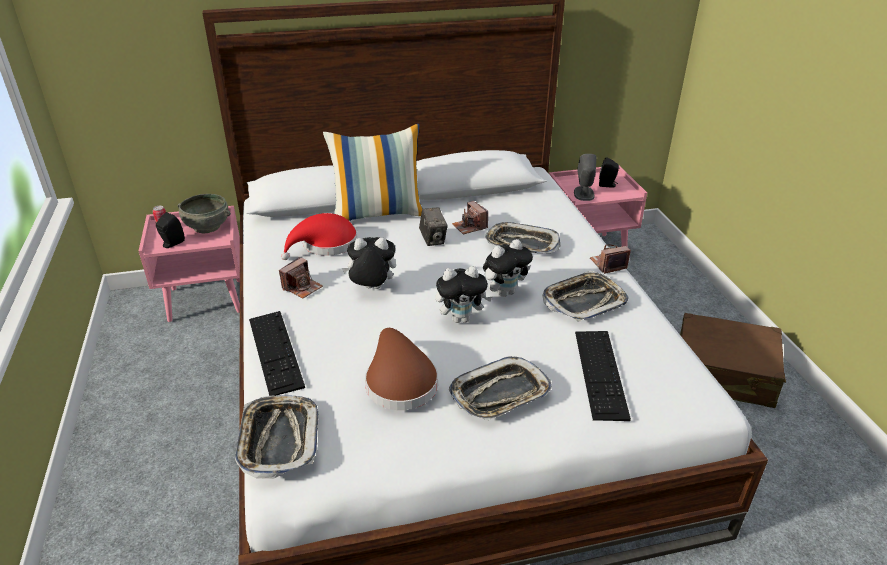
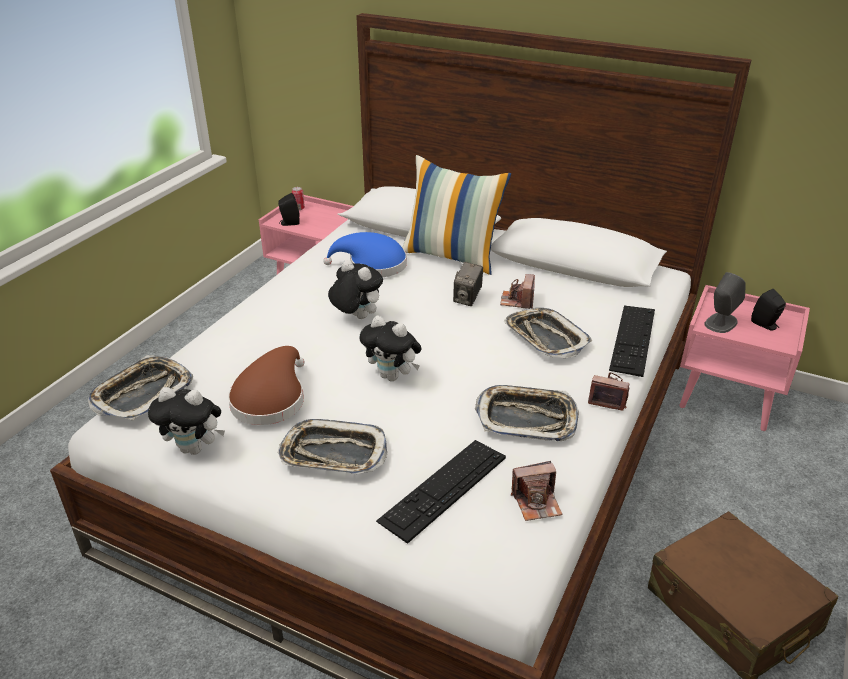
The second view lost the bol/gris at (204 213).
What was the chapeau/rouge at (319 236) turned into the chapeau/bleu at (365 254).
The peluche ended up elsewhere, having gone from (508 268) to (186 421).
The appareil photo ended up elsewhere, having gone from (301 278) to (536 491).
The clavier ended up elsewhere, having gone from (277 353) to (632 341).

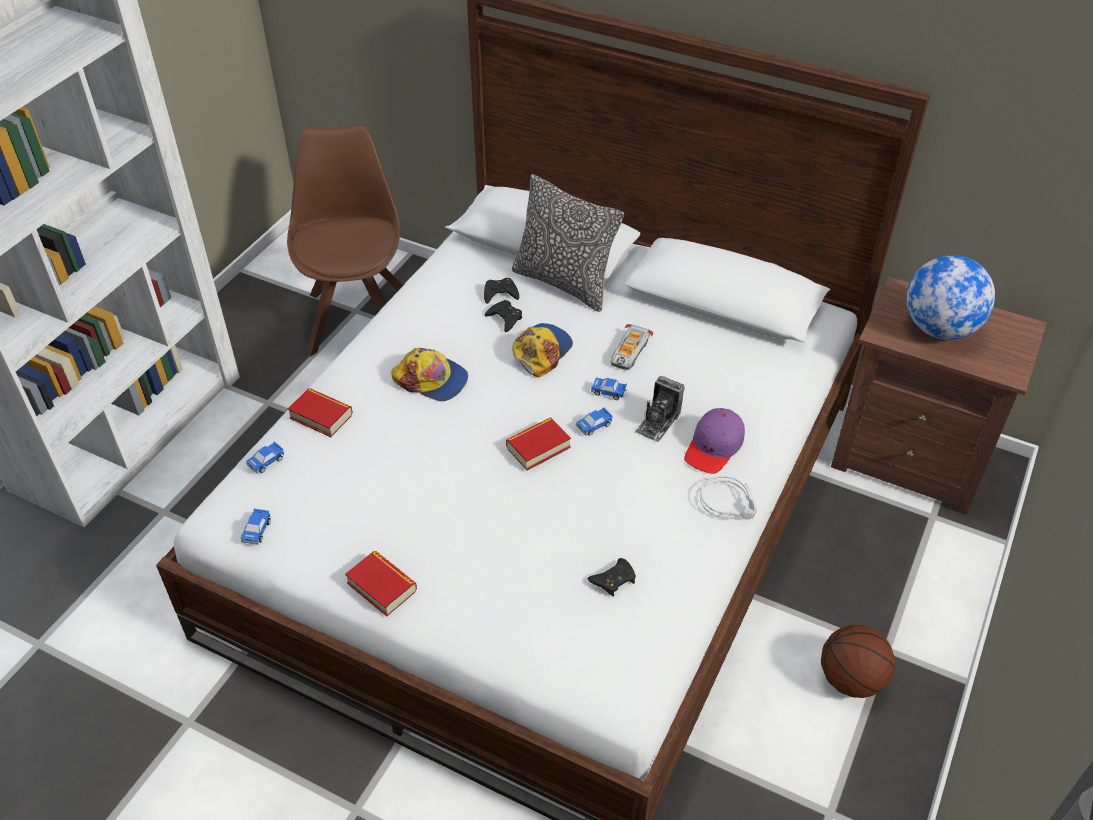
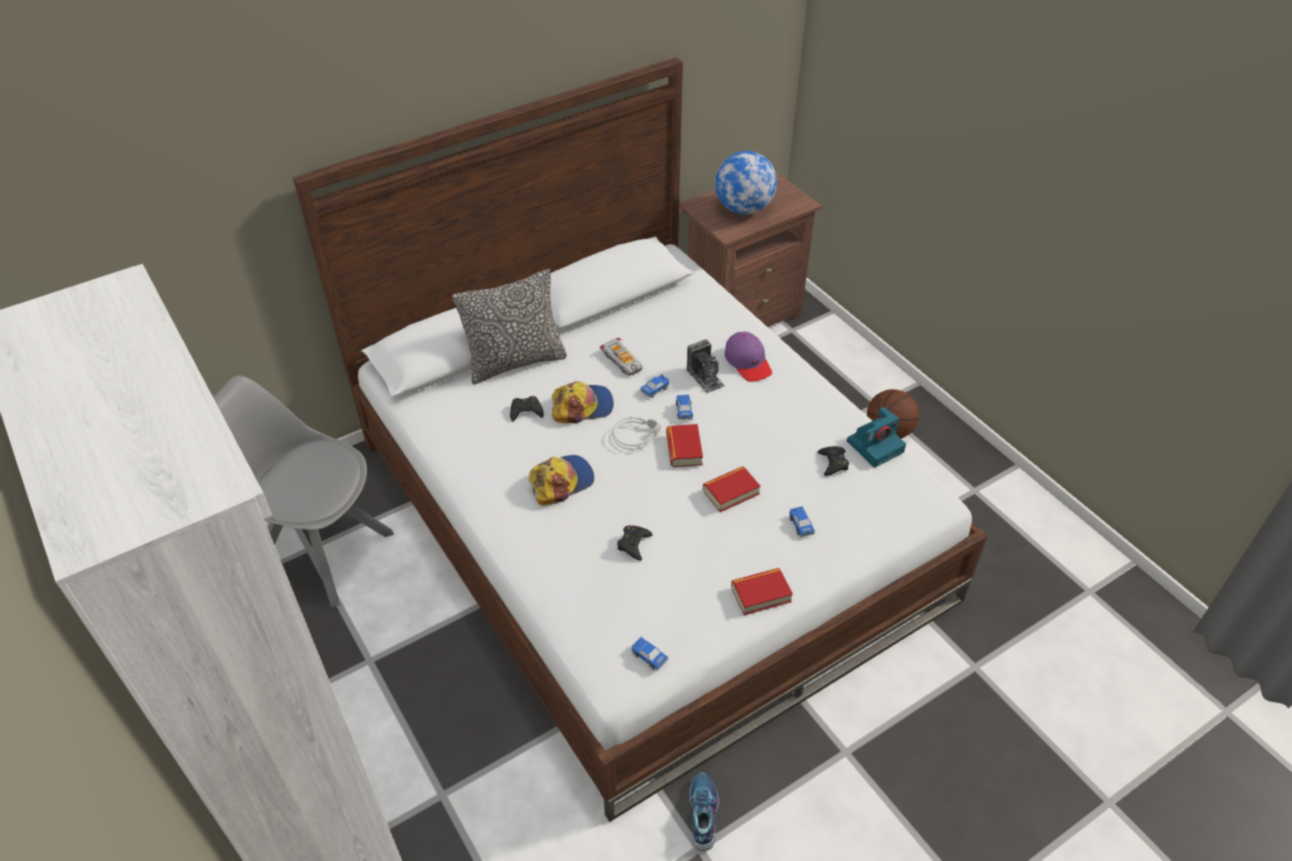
What was the chaise/marron at (345 241) turned into the chaise/gris at (303 491).
The manette/noir ended up elsewhere, having gone from (501 291) to (635 543).
The casquette at (542 350) ended up facing another way, 105 degrees clockwise from before.
The livre ended up elsewhere, having gone from (320 412) to (732 489).
The petite voiture ended up elsewhere, having gone from (265 457) to (802 521).
The casque audio/gris ended up elsewhere, having gone from (728 498) to (637 433).
The second view gained the appareil photo at (876 437).
The second view gained the chaussure at (703 812).

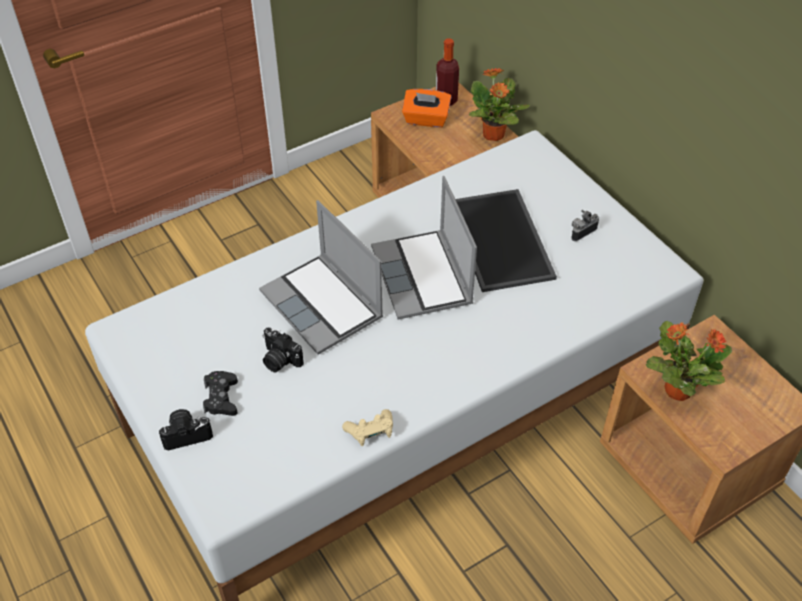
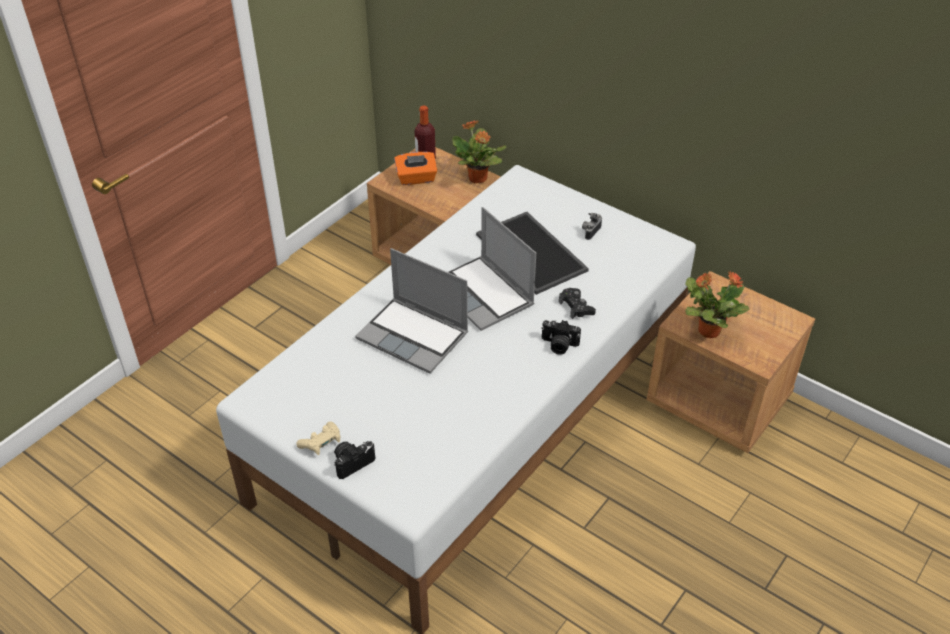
The appareil photo ended up elsewhere, having gone from (283 350) to (561 337).
The manette/noir ended up elsewhere, having gone from (220 393) to (577 303).
The manette/beige ended up elsewhere, having gone from (367 427) to (318 438).

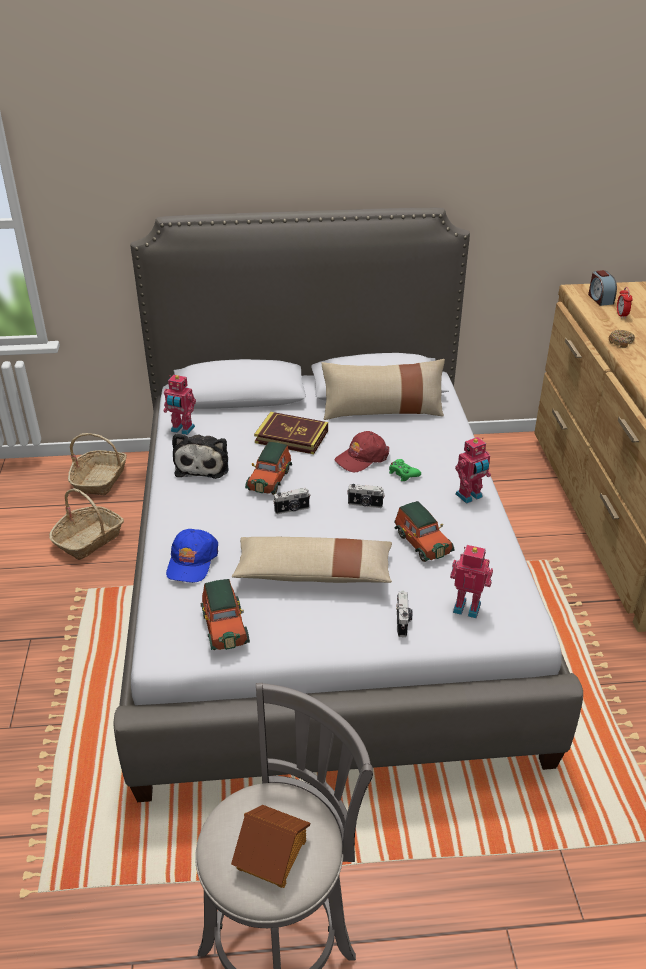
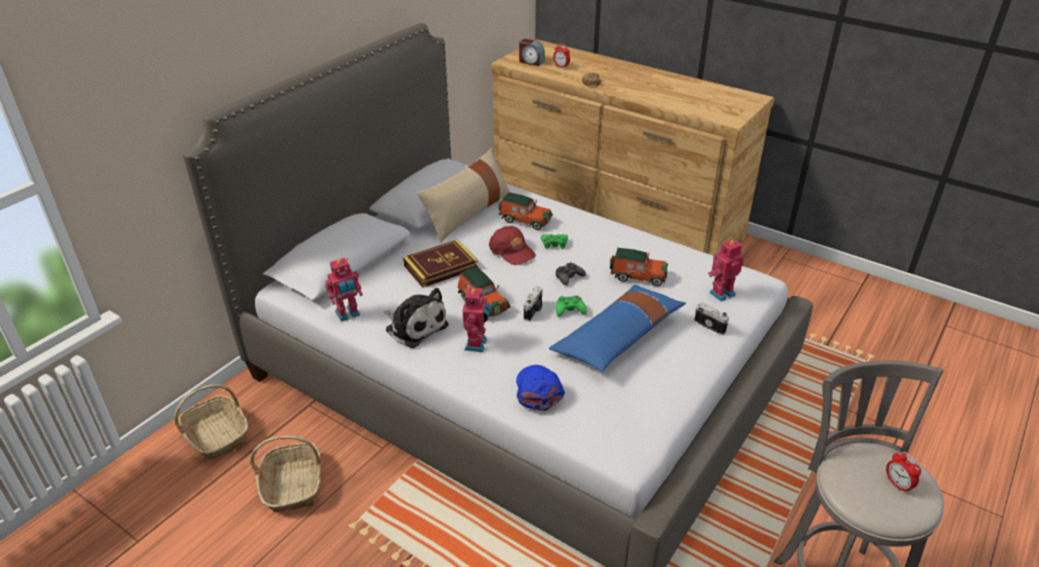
The casquette/rouge at (362 451) ended up facing another way, 45 degrees counterclockwise from before.
The robot jouet ended up elsewhere, having gone from (473 470) to (477 318).
Where the appareil photo stood at (366 496), the manette/noir came to stand at (571 274).
The casquette/bleu at (192 556) ended up facing another way, 150 degrees counterclockwise from before.
What was the coussin/beige at (312 560) turned into the coussin/bleu at (617 328).
The petite voiture ended up elsewhere, having gone from (225 614) to (526 211).
Where the maison miniature stood at (270 846), the réveil came to stand at (903 472).
The second view gained the manette/vert at (571 306).

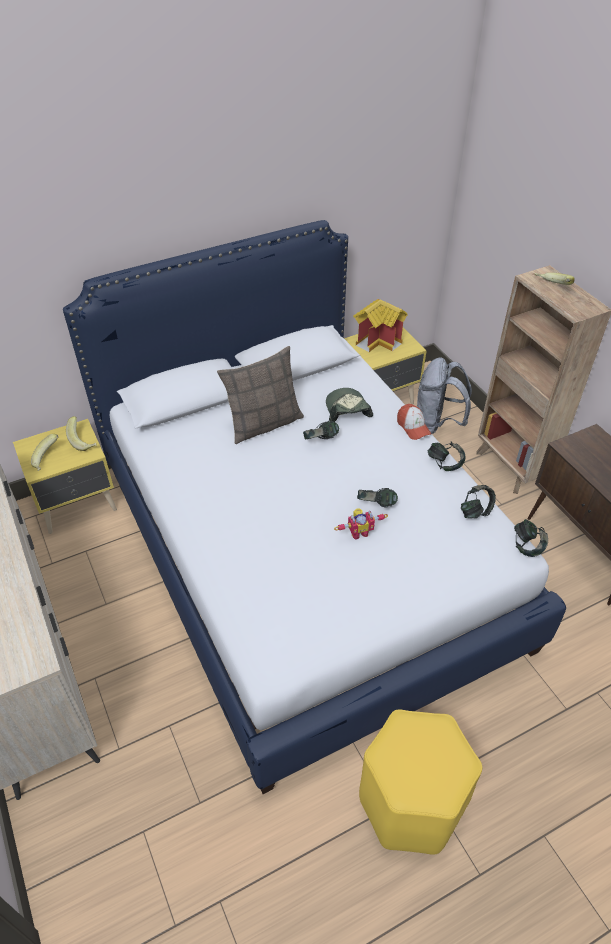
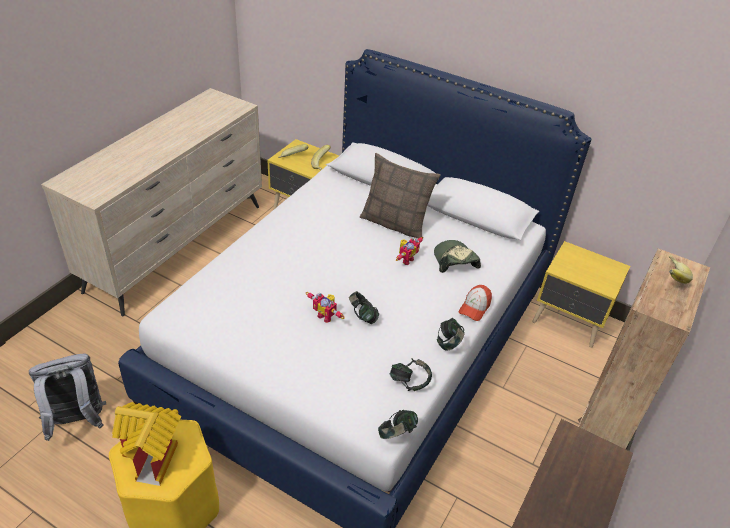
The maison miniature ended up elsewhere, having gone from (380 325) to (146 444).
The sac à dos/gris ended up elsewhere, having gone from (444 396) to (67 397).
The casquette at (349 405) ended up facing another way, 60 degrees counterclockwise from before.
Where the casque audio stood at (321 430), the robot jouet came to stand at (409 251).

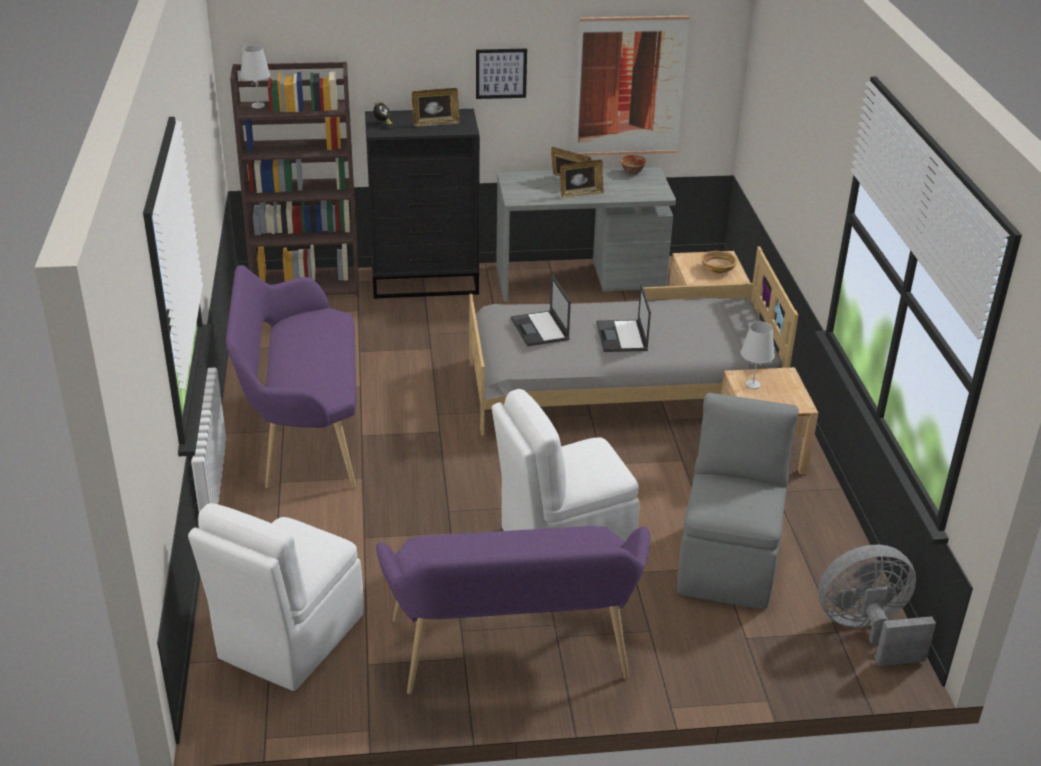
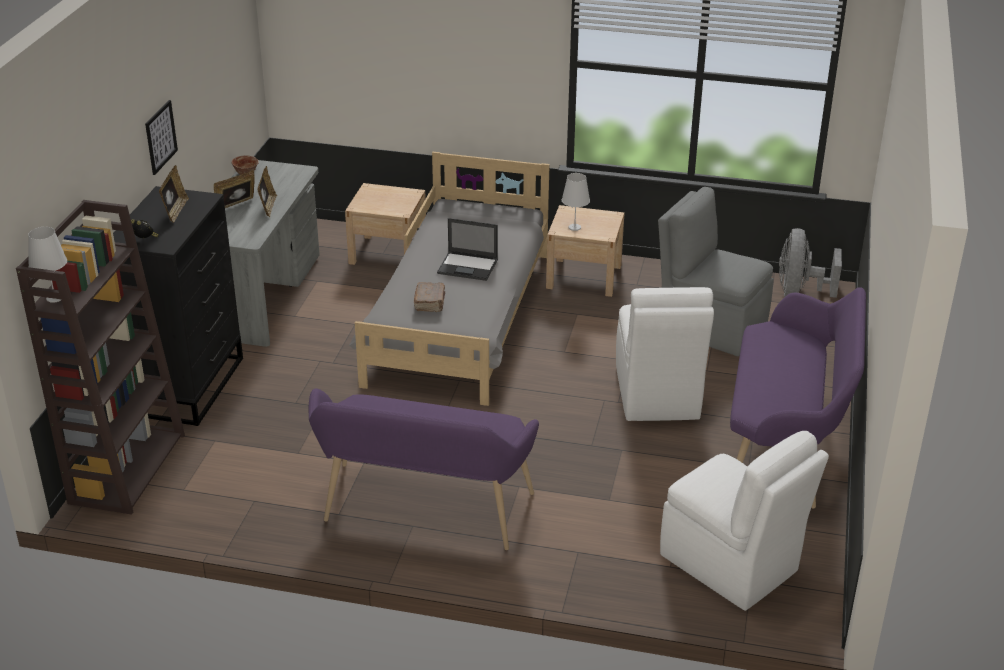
The second view lost the tableau at (632 86).
The second view lost the bol/beige at (719 262).
Where the ordinateur portable stood at (541 310), the livre/marron came to stand at (429 297).

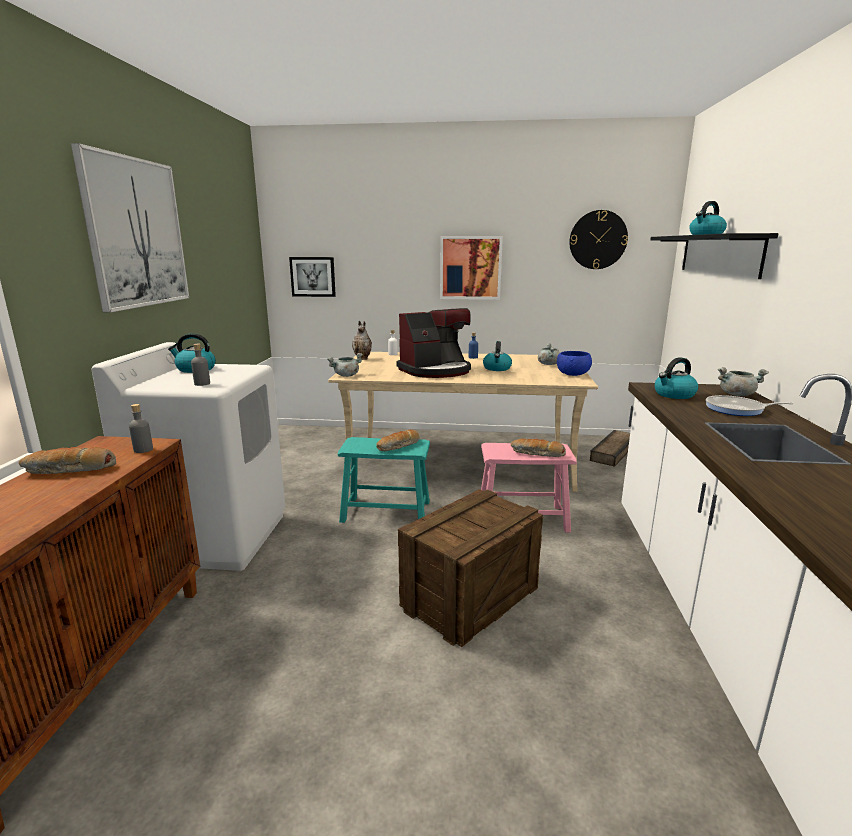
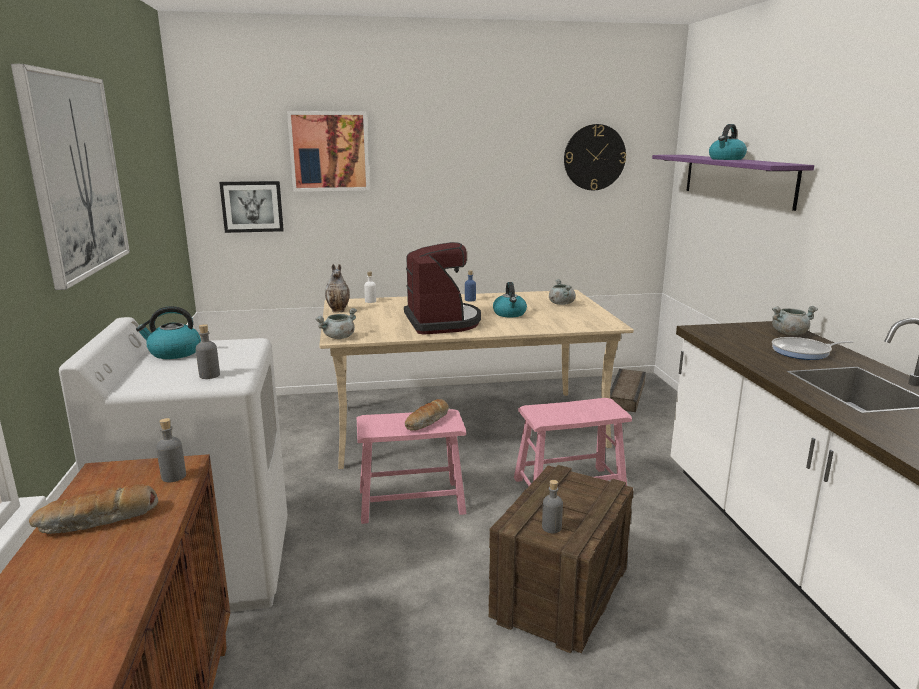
What was the étagère/noir at (714 256) turned into the étagère/violet at (733 183).
The tableau ended up elsewhere, having gone from (471 268) to (328 151).
The machine à café at (434 343) ended up facing another way, 60 degrees counterclockwise from before.
The second view lost the bol/bleu at (574 363).
The second view lost the bouilloire at (676 378).
What was the tabouret/turquoise at (384 480) turned into the tabouret/rose at (412 466).
The second view lost the pain at (538 447).
The second view gained the bouteille/gris at (552 506).

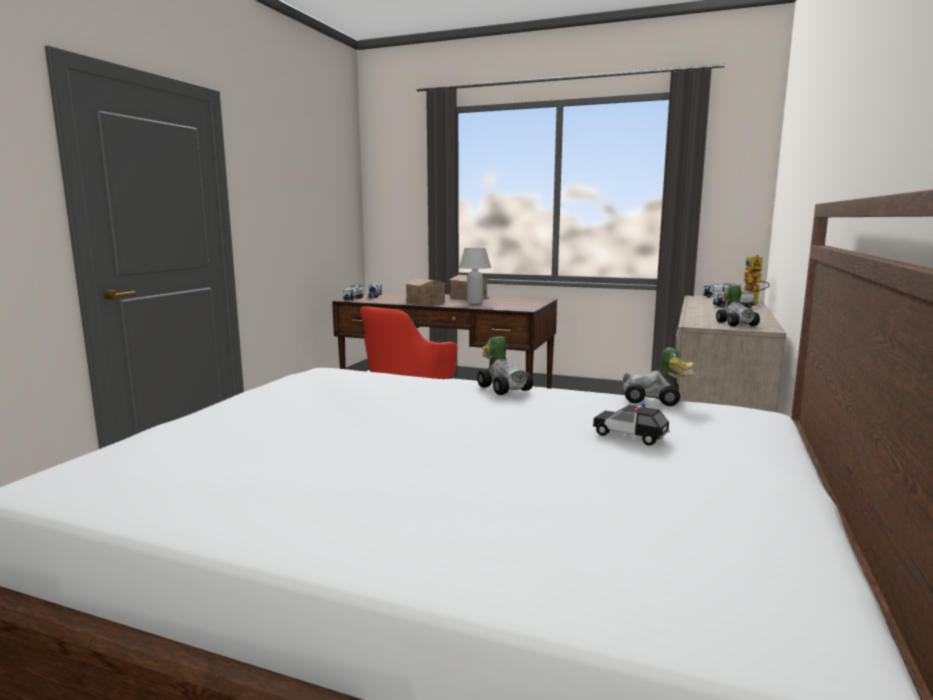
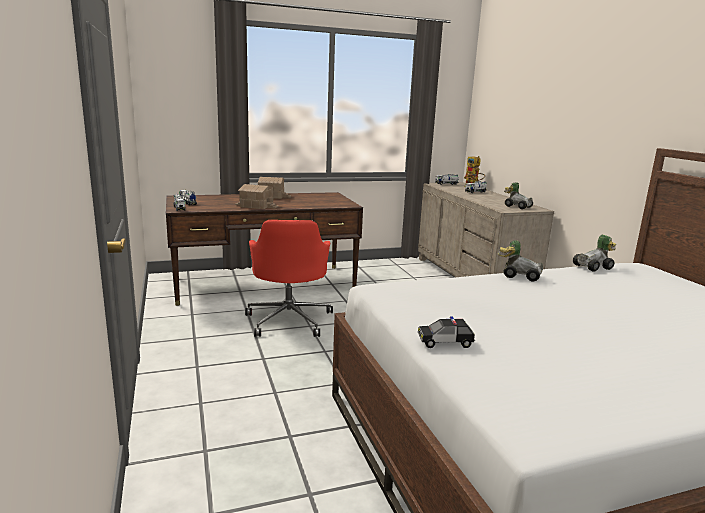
The second view lost the lampe de table/blanc at (475 276).
The petite voiture ended up elsewhere, having gone from (631 424) to (446 332).

